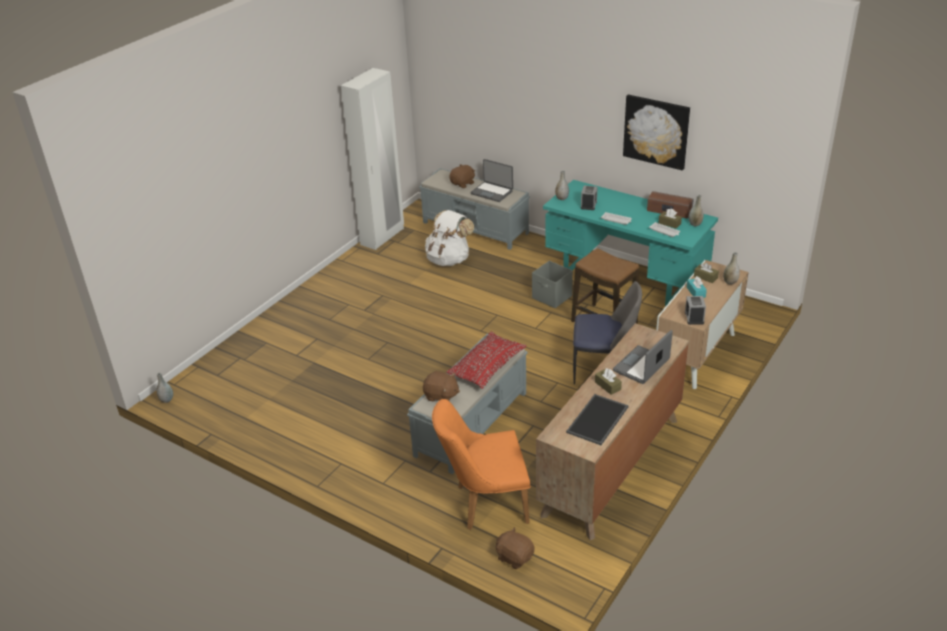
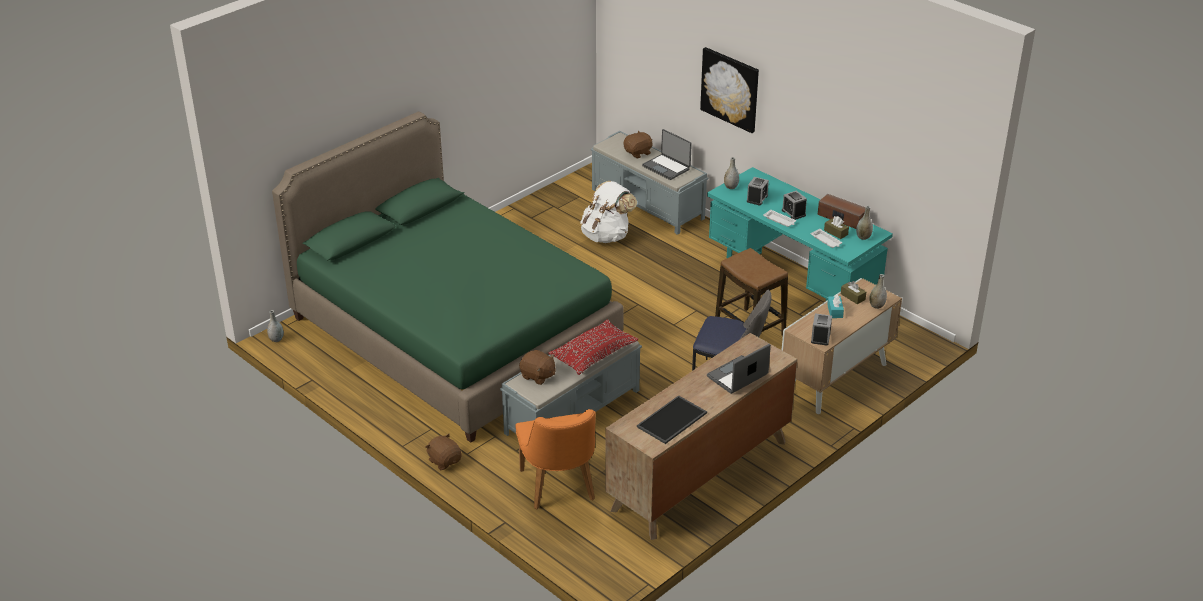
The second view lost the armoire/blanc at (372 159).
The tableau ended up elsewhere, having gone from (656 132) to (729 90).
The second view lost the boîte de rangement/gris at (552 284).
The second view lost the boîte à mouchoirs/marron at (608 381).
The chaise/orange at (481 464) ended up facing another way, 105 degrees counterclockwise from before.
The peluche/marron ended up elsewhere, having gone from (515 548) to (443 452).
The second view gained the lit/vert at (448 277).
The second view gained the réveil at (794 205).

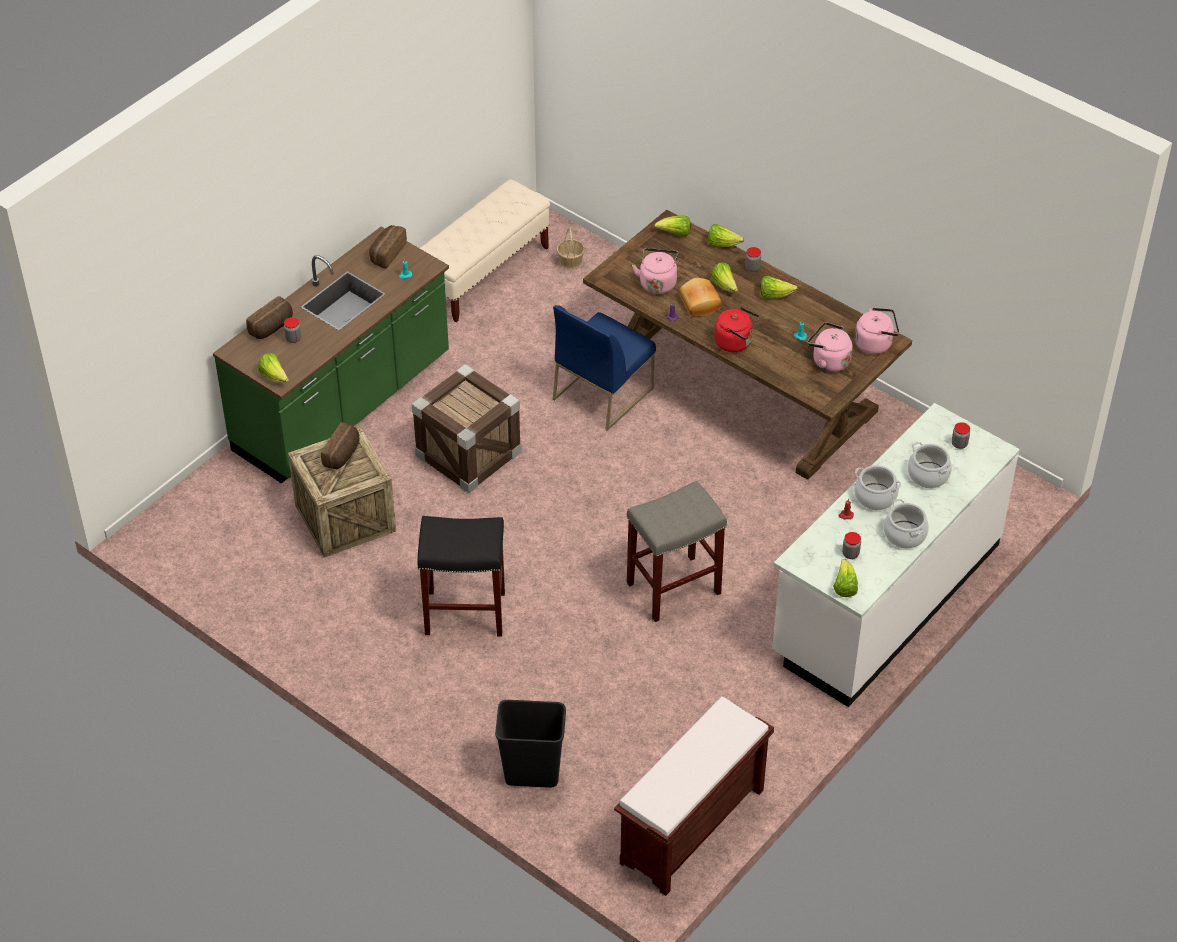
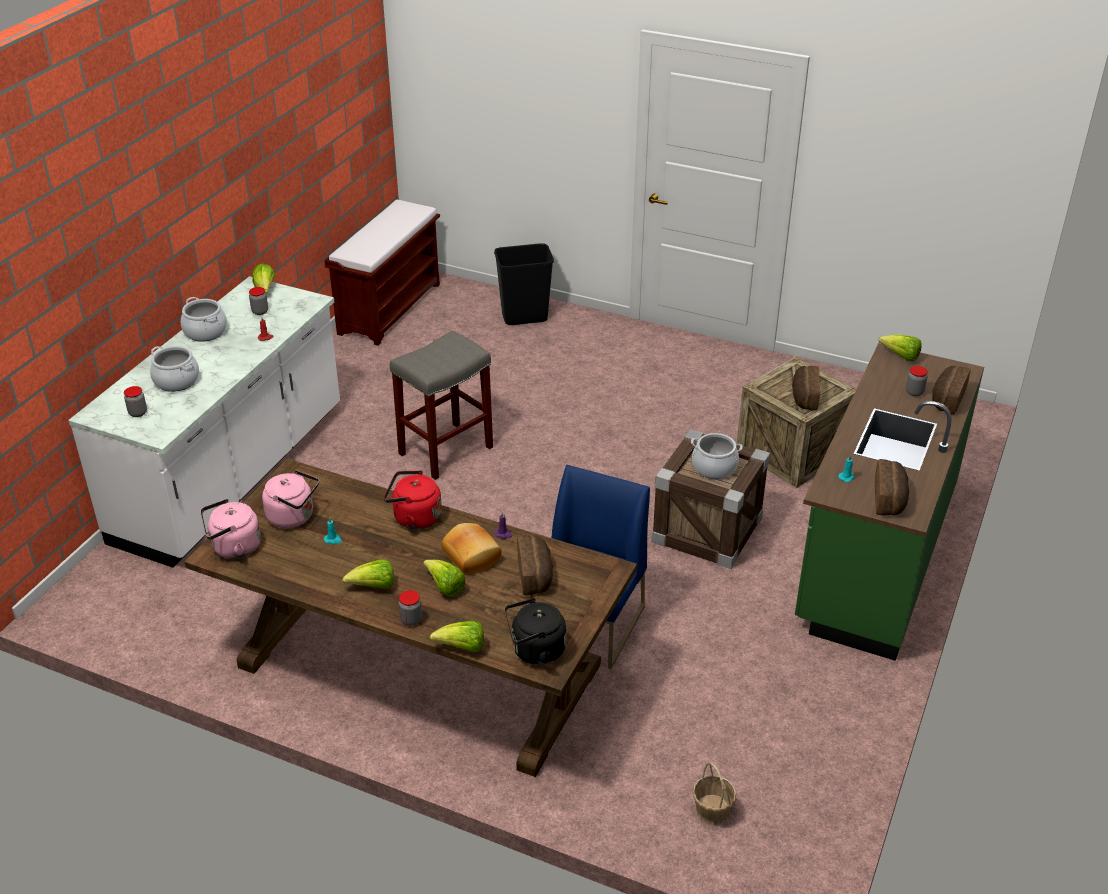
The second view lost the banc/beige at (485 250).
Where the laitue stood at (672 225), the bouilloire/noir came to stand at (535 631).
Where the bouilloire/rose stood at (655 271), the pain came to stand at (535 565).
The marmite ended up elsewhere, having gone from (877 487) to (717 456).
The second view lost the tabouret/noir at (461 576).

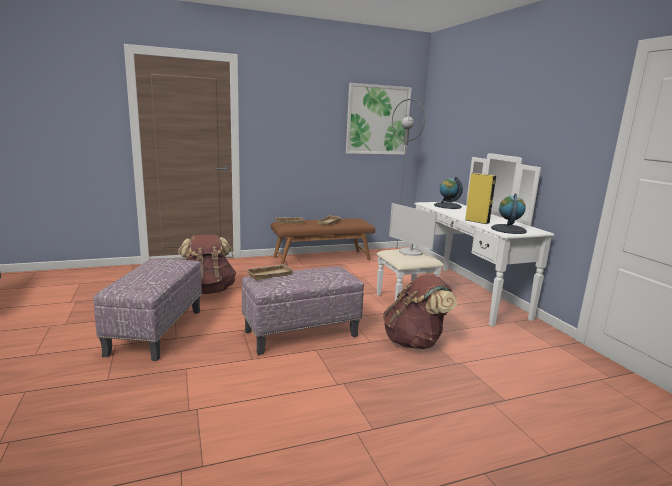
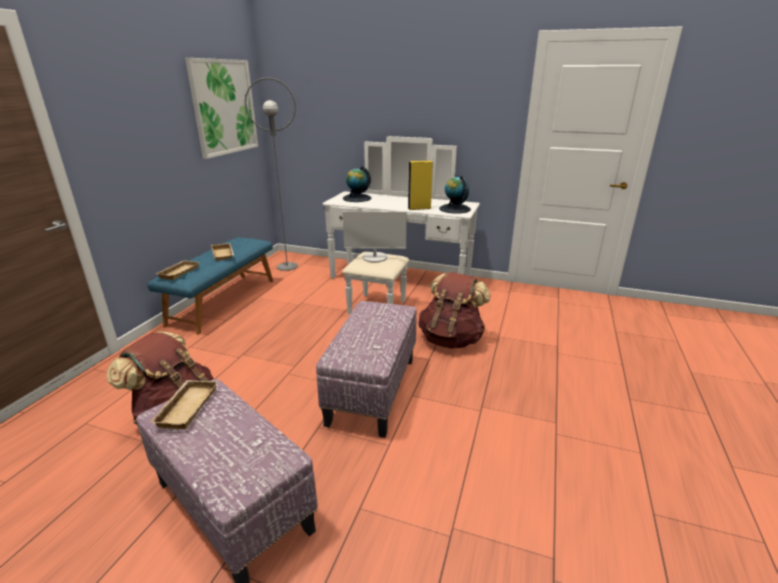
What was the banc/marron at (323 241) turned into the banc/bleu at (210 286).
The plateau/beige ended up elsewhere, having gone from (269 272) to (184 404).

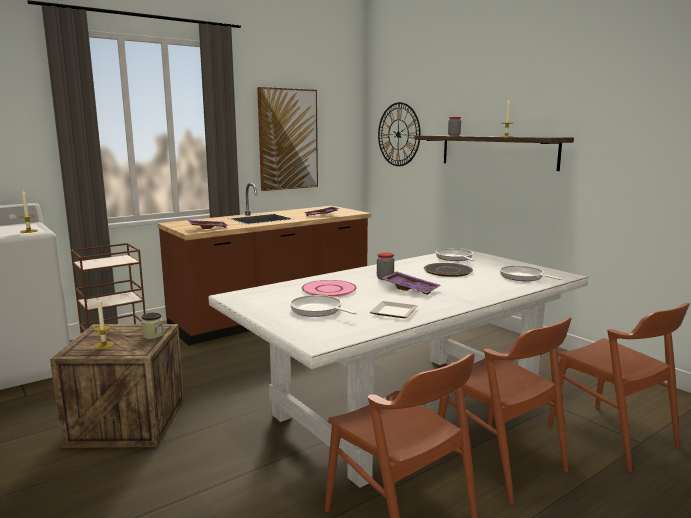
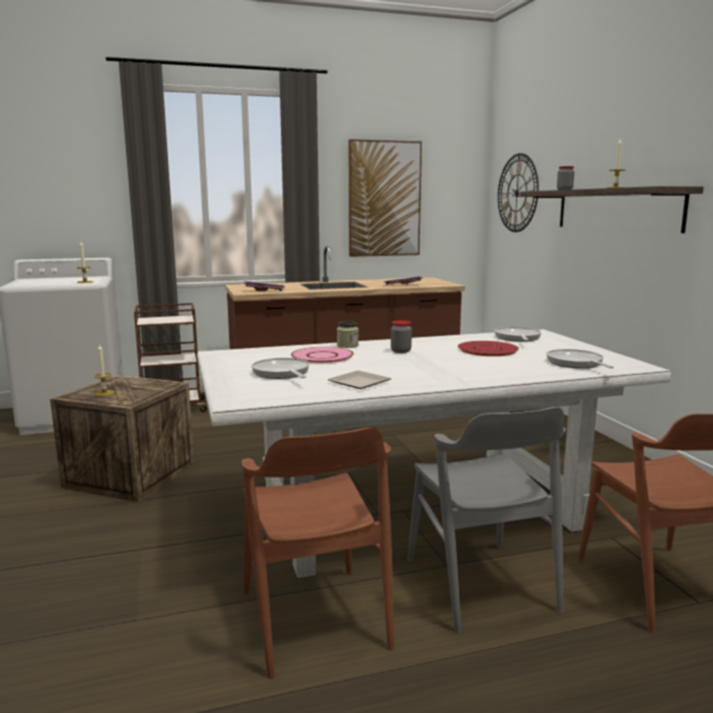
What was the assiette/noir at (448 270) turned into the assiette/rouge at (488 348).
The second view lost the plateau/violet at (411 283).
The bocal ended up elsewhere, having gone from (152 326) to (348 334).
What was the chaise/marron at (504 411) turned into the chaise/gris at (486 520).

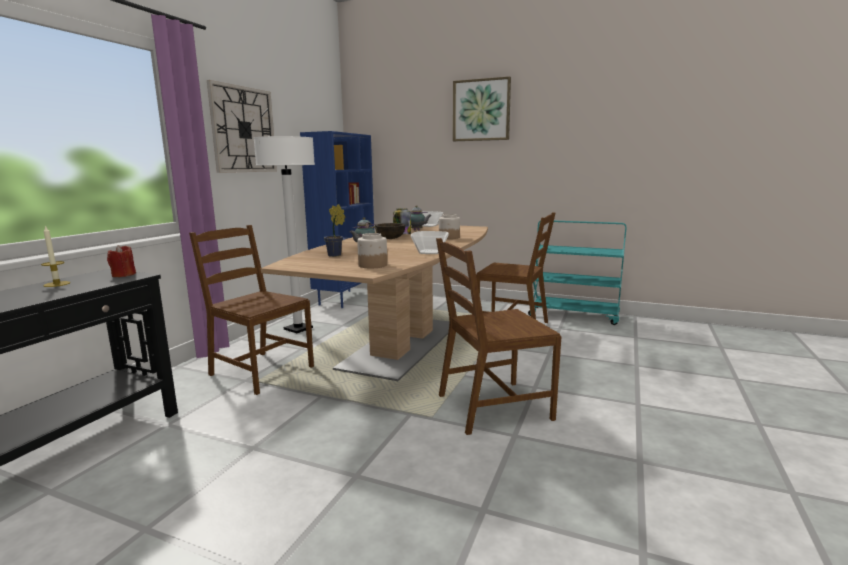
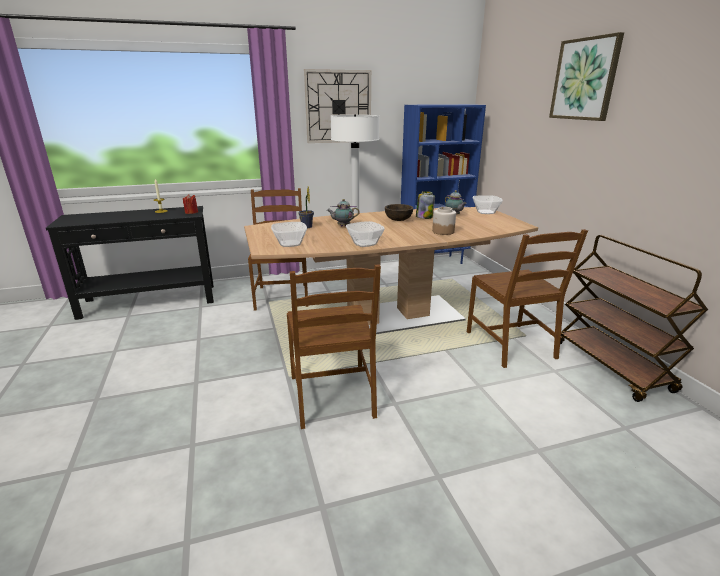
What was the chariot/turquoise at (577 273) turned into the chariot/marron at (634 318).
Where the bocal stood at (372 250), the bol came to stand at (289 234).
The chaise/marron at (499 336) ended up facing another way, 135 degrees counterclockwise from before.

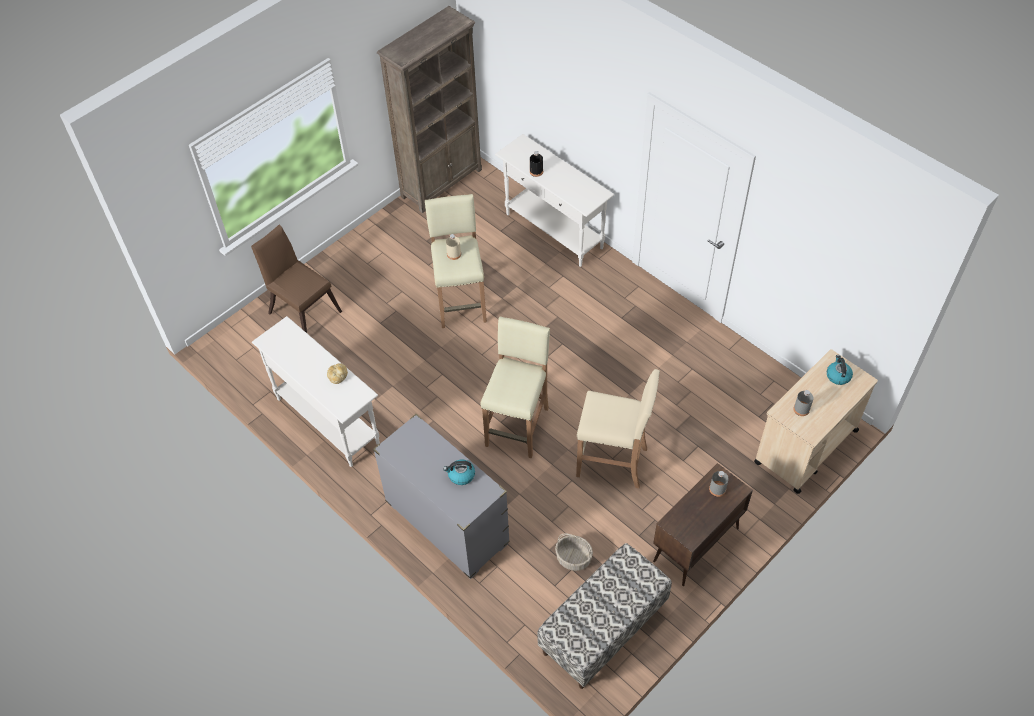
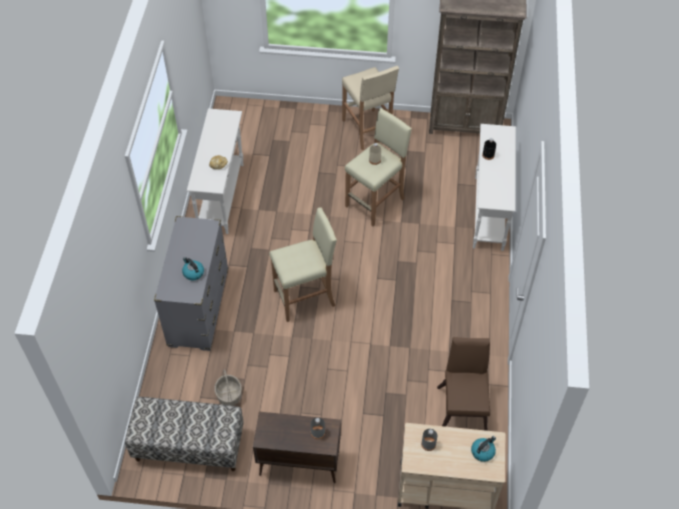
The chaise/marron ended up elsewhere, having gone from (296 279) to (463 384).
The tabouret/beige ended up elsewhere, having gone from (618 428) to (370 108).

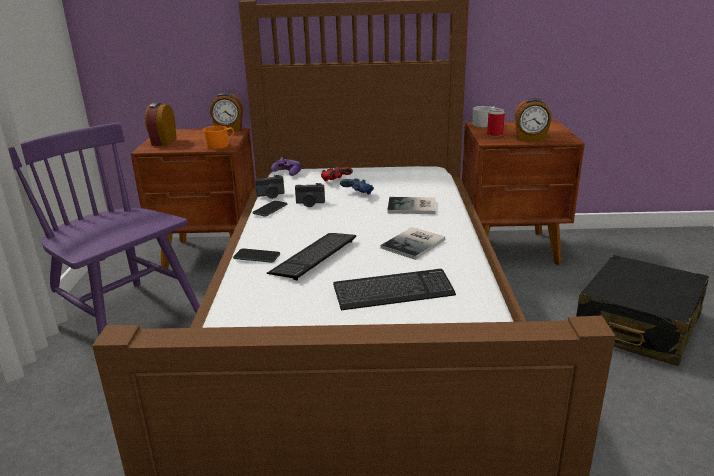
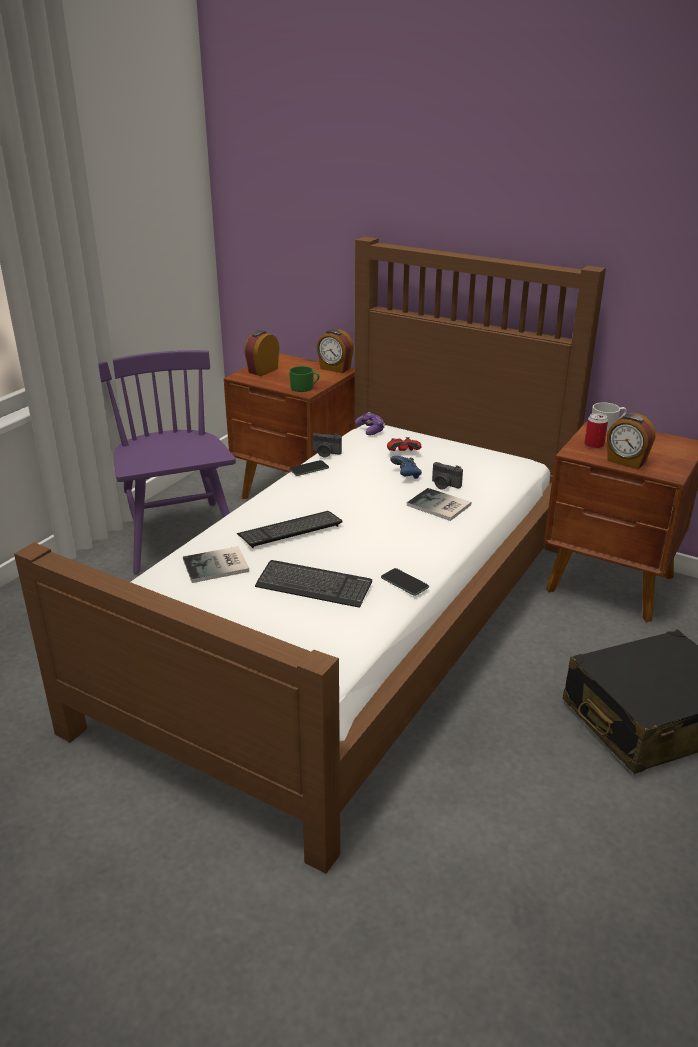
What was the mug/orange at (218 137) turned into the mug/vert at (304 379).
The appareil photo ended up elsewhere, having gone from (310 195) to (447 476).
The livre ended up elsewhere, having gone from (412 243) to (216 564).
The téléphone ended up elsewhere, having gone from (256 255) to (405 582).

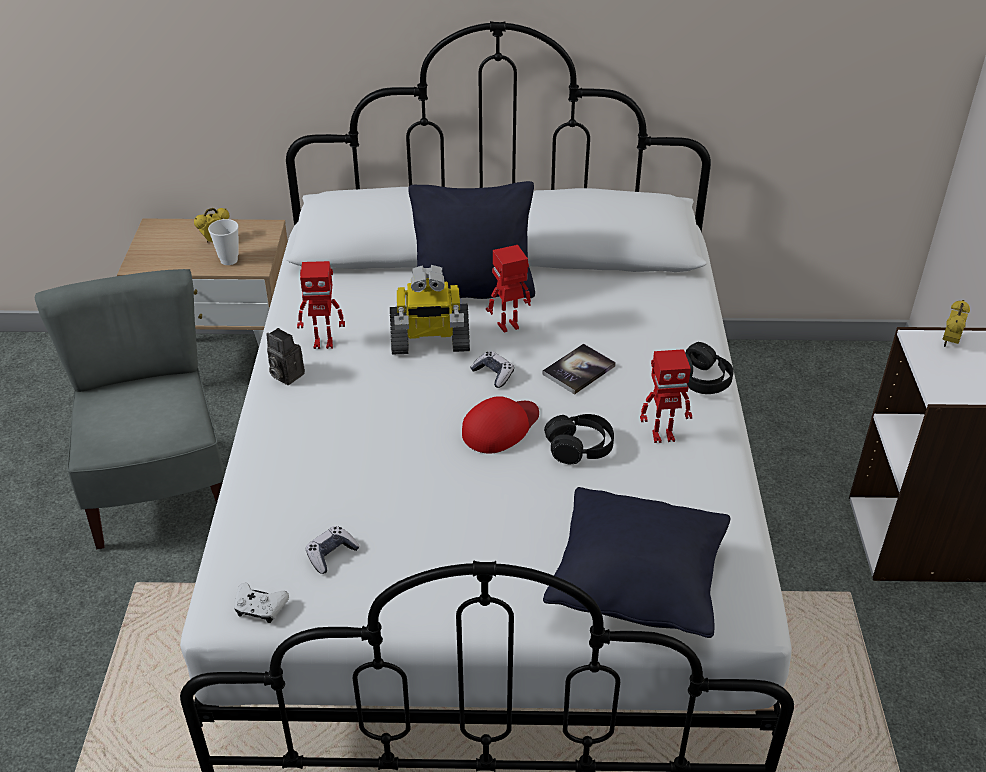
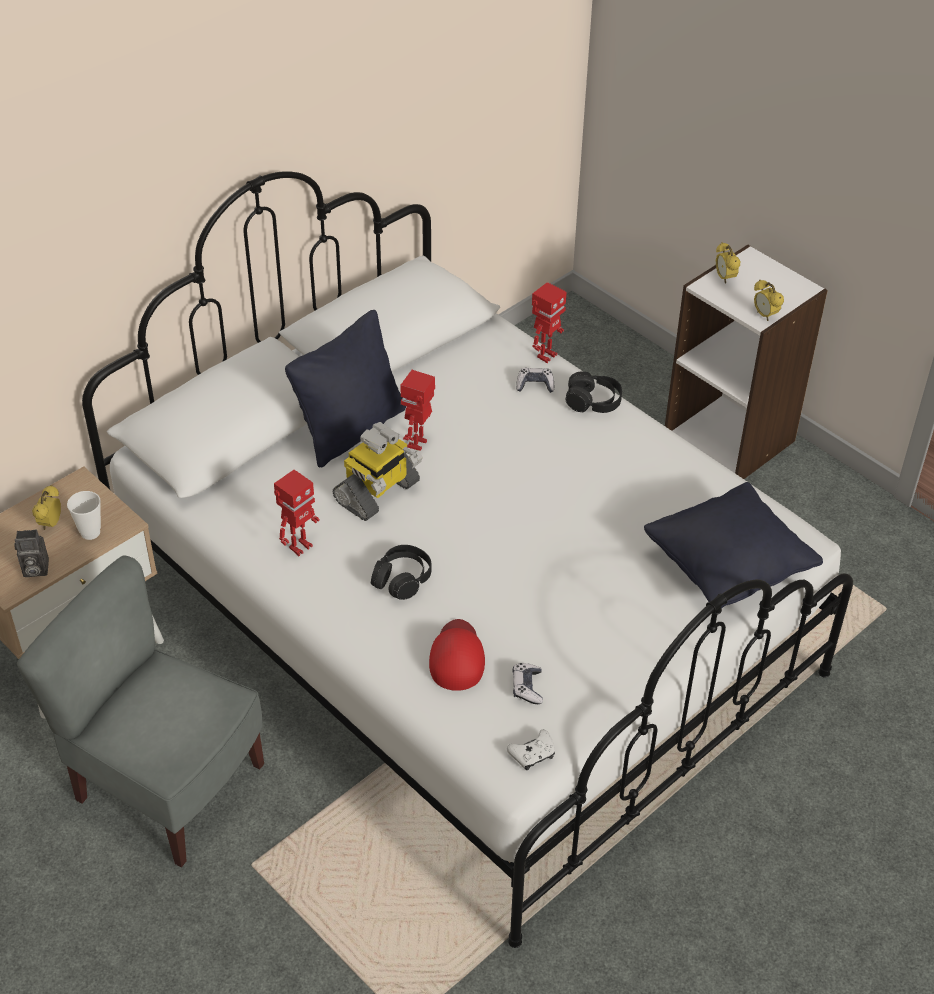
The appareil photo ended up elsewhere, having gone from (285 356) to (31 553).
The second view lost the livre at (579 369).
The robot jouet ended up elsewhere, having gone from (666 396) to (549 322).
The manette ended up elsewhere, having gone from (492 369) to (535 380).
The casquette/rouge ended up elsewhere, having gone from (500 425) to (457 655).
The casque audio/noir ended up elsewhere, having gone from (579 439) to (401 572).
The second view gained the réveil at (769 300).

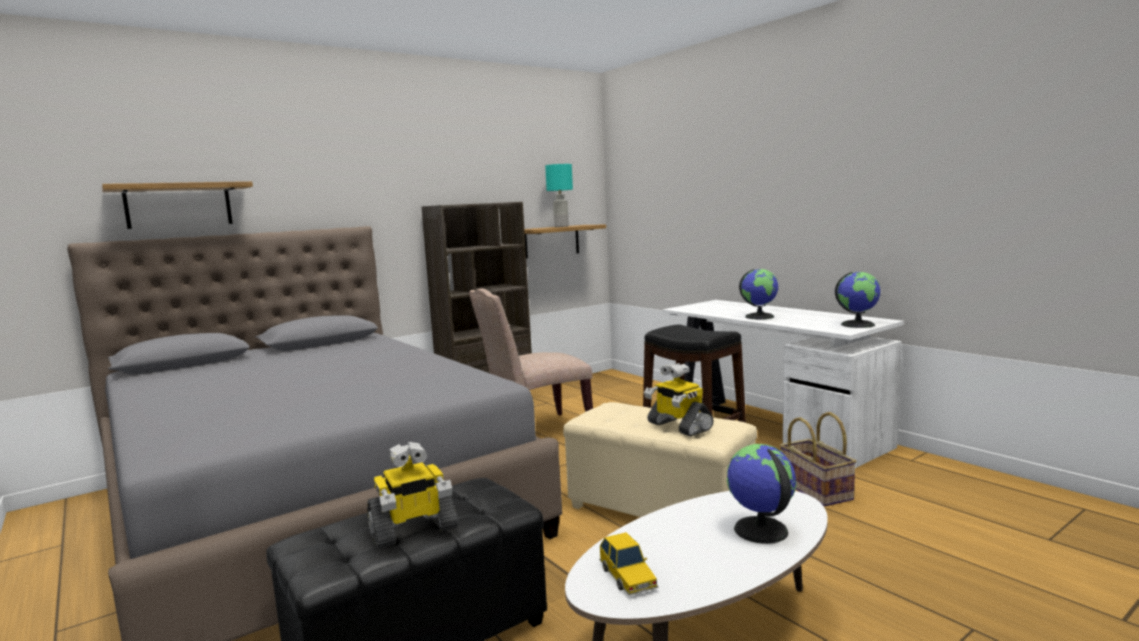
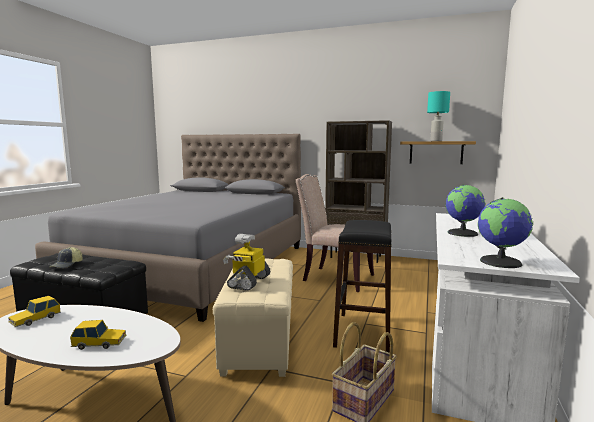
The second view lost the étagère at (177 205).
Where the robot jouet stood at (412 495), the casquette came to stand at (66 257).
Where the globe stood at (761 494), the petite voiture came to stand at (98 335).

